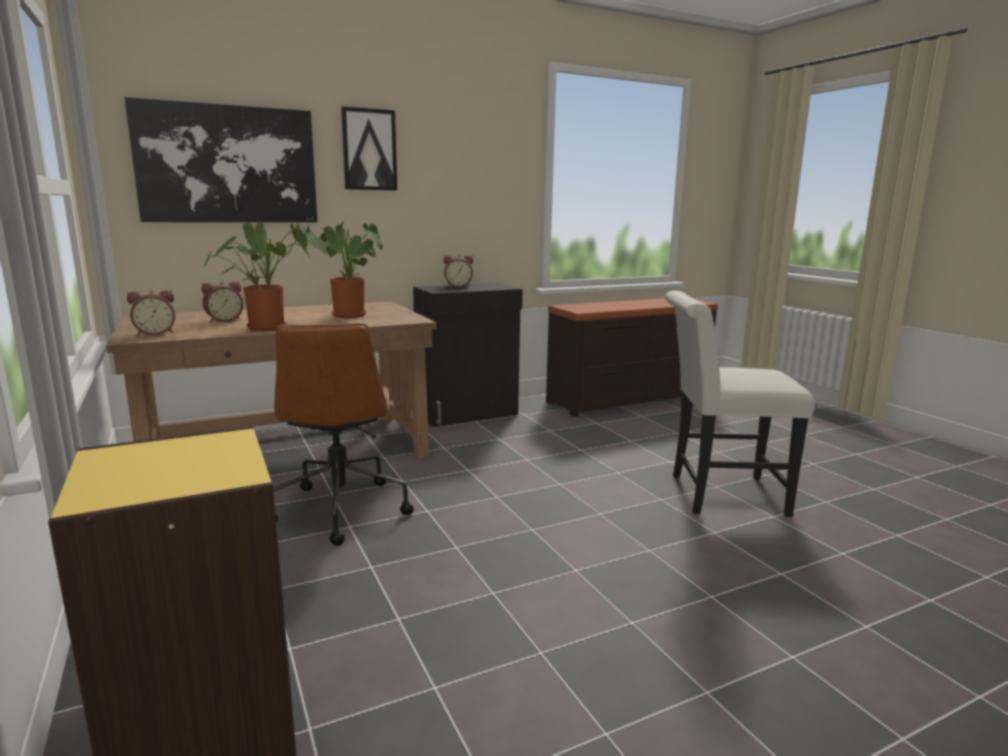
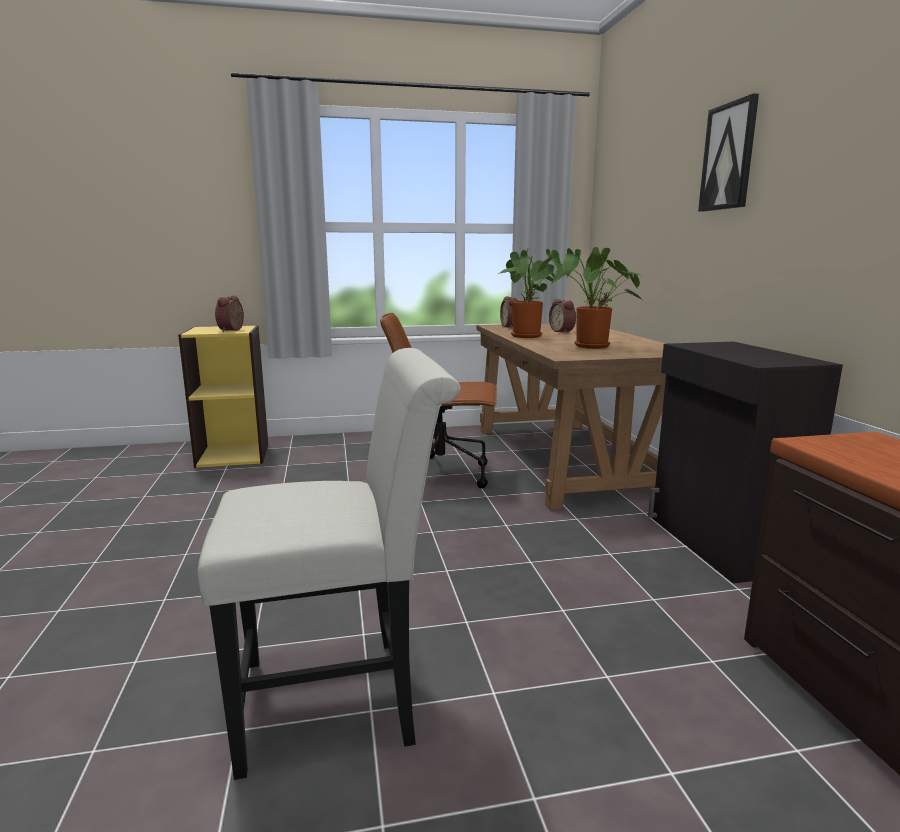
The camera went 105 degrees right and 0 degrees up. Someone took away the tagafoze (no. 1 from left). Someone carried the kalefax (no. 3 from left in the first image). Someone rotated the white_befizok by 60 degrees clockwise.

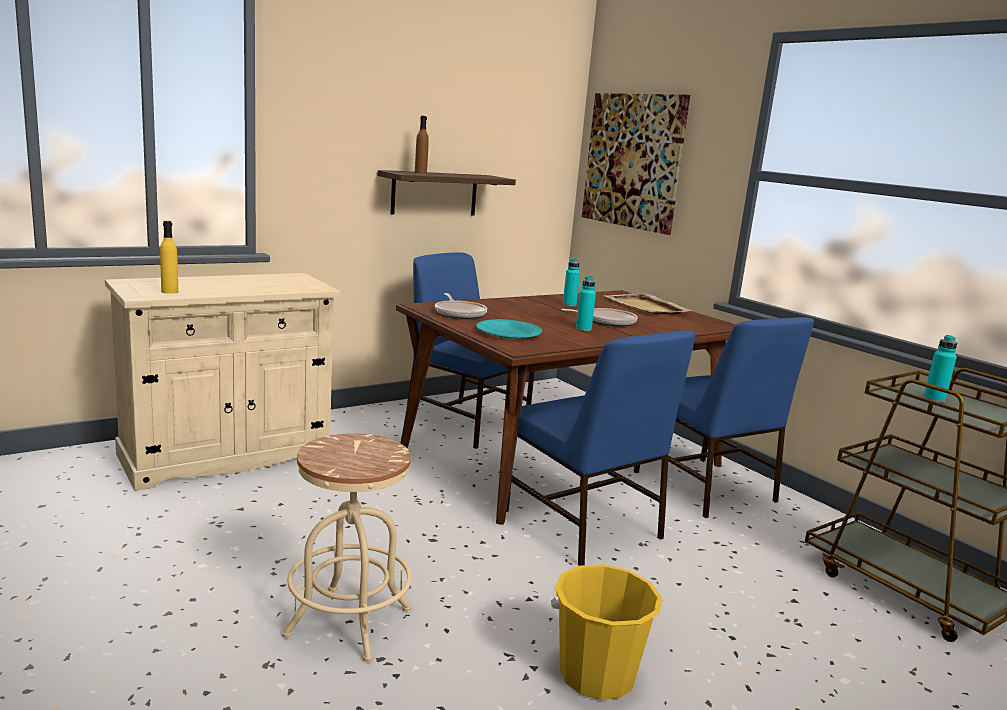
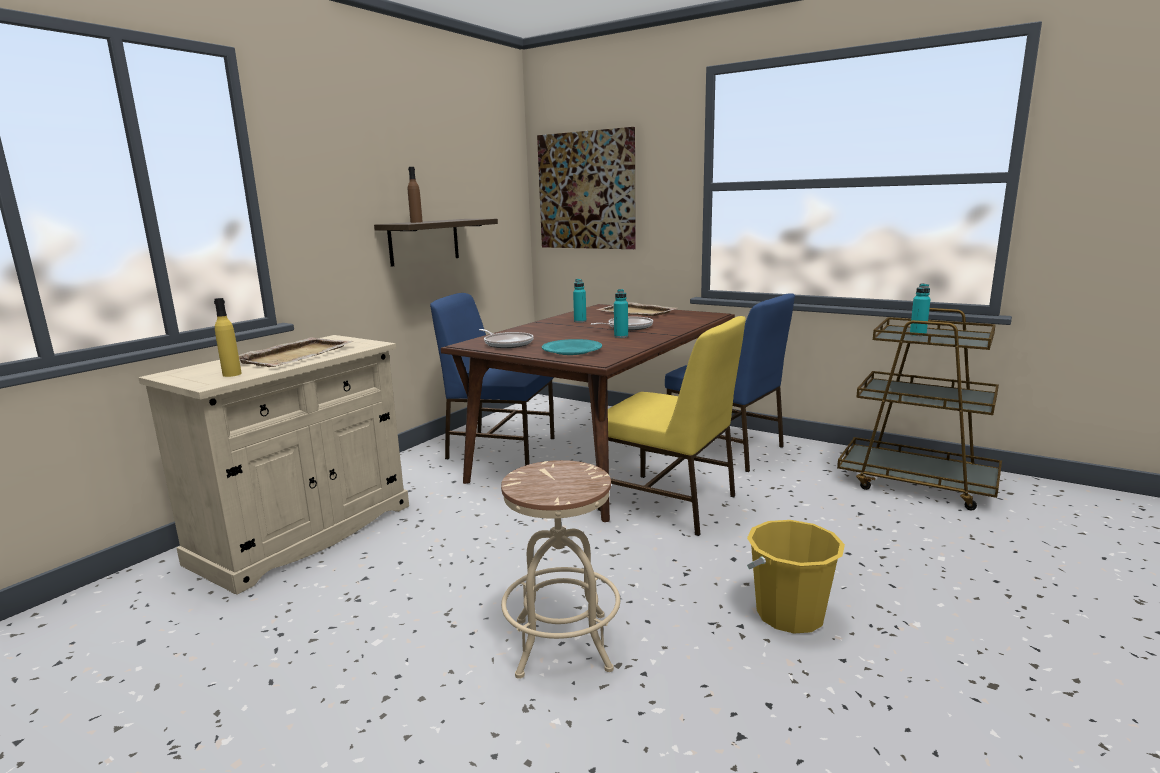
The camera went 20 degrees left and 0 degrees up. Someone repainted the blue_befizok (no. 2 from left), which became the yellow_befizok. Someone put down the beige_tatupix (no. 1 from left).

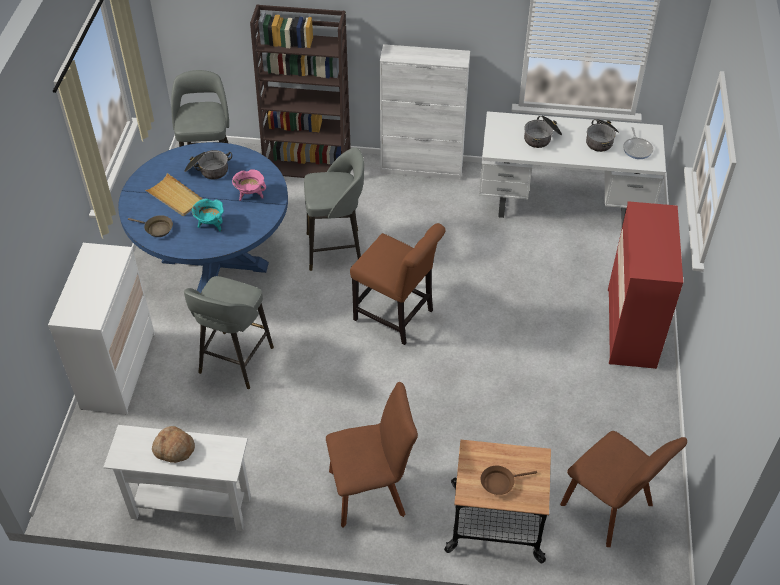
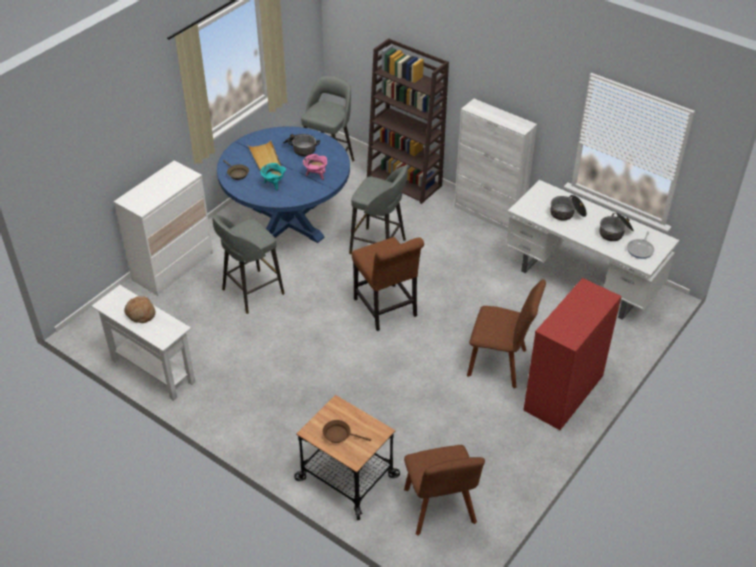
The camera went 30 degrees right and 5 degrees down. Someone carried the brown_befizok (no. 1 from left in the first image).

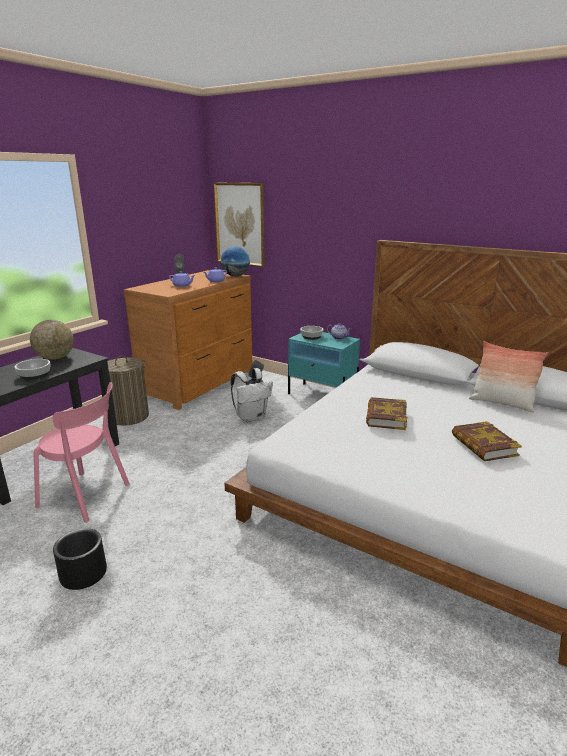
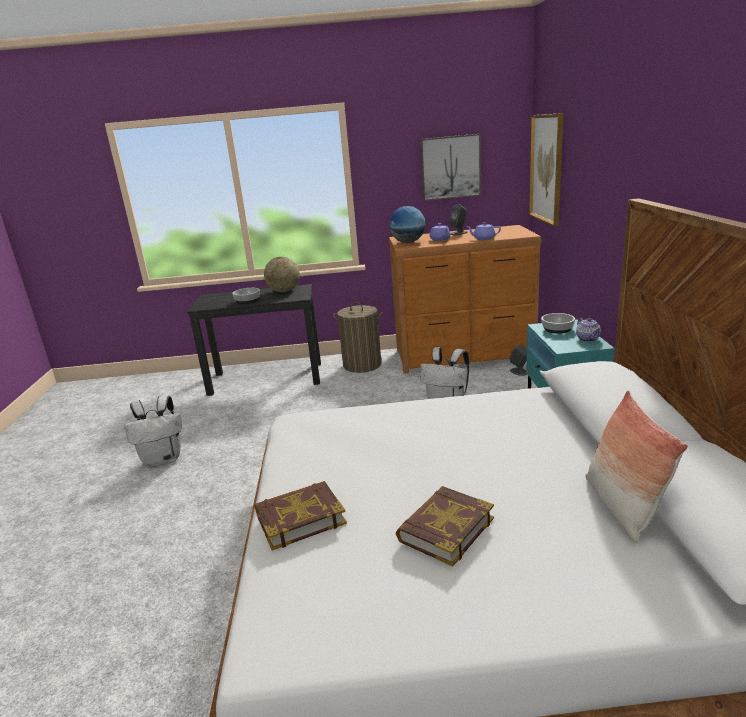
The camera went 55 degrees right and 0 degrees up. Someone took away the pink_befizok. Someone swapped the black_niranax for the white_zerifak (no. 1 from left). Someone carried the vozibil (no. 2 from left). Someone carried the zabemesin (no. 1 from left). Someone put up the tagafoze (no. 1 from left).

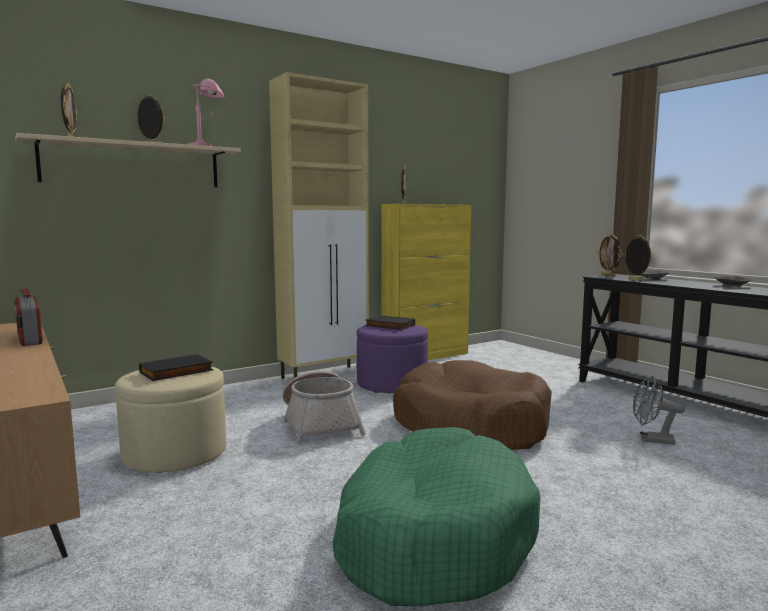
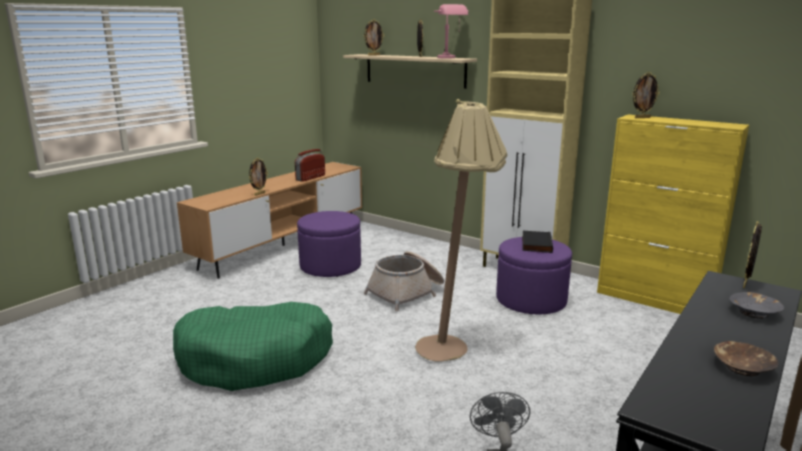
The camera went 70 degrees right and 10 degrees up. Someone repainted the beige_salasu, which became the purple_salasu (no. 1 from left). Someone took away the black_zabemesin (no. 1 from left). Someone swapped the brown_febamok for the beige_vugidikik. Someone carried the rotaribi (no. 5 from left in the first image).

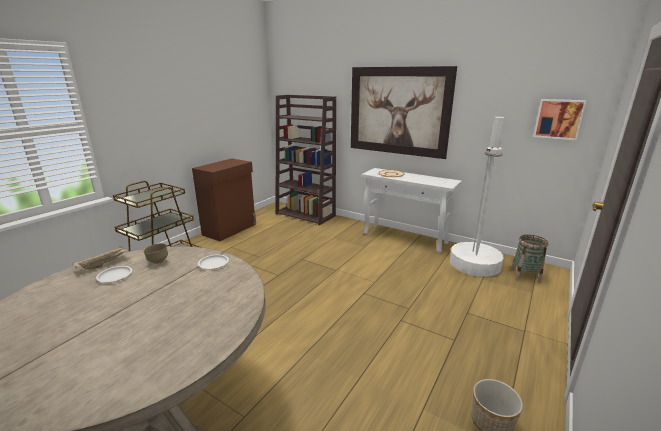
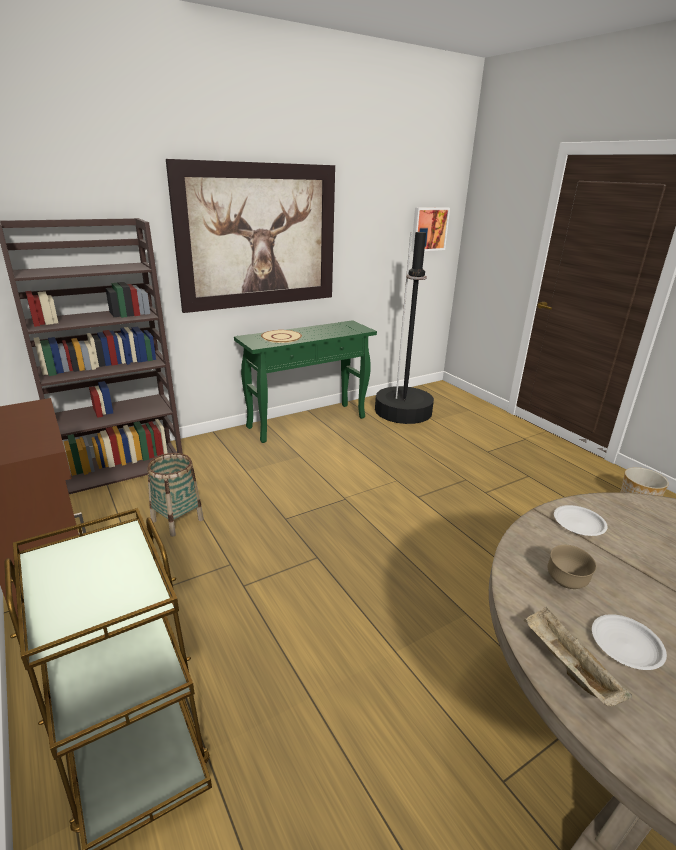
The camera went 65 degrees left and 5 degrees up. Someone repainted the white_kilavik, which became the green_kilavik. Someone repainted the white_vugidikik, which became the black_vugidikik. Someone carried the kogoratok.

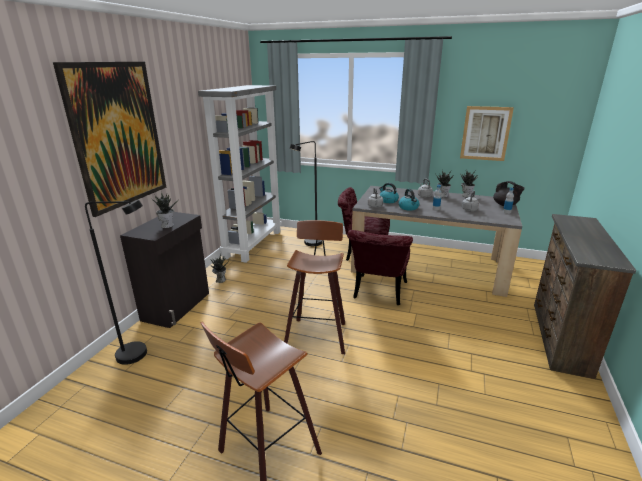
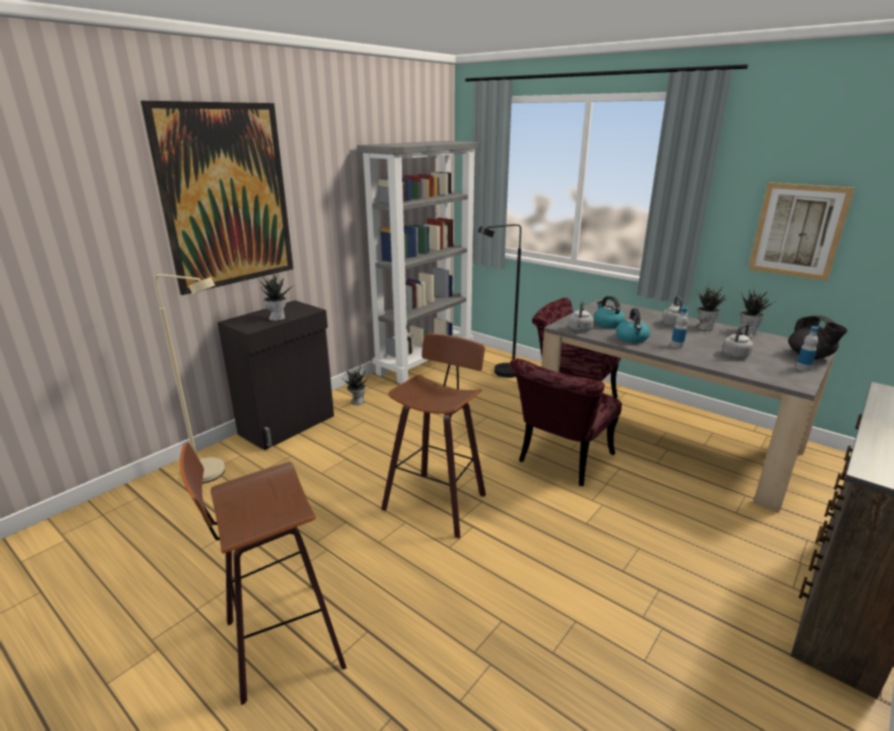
The camera went 20 degrees right and 0 degrees up. Someone repainted the black_vugidikik (no. 1 from left), which became the beige_vugidikik.

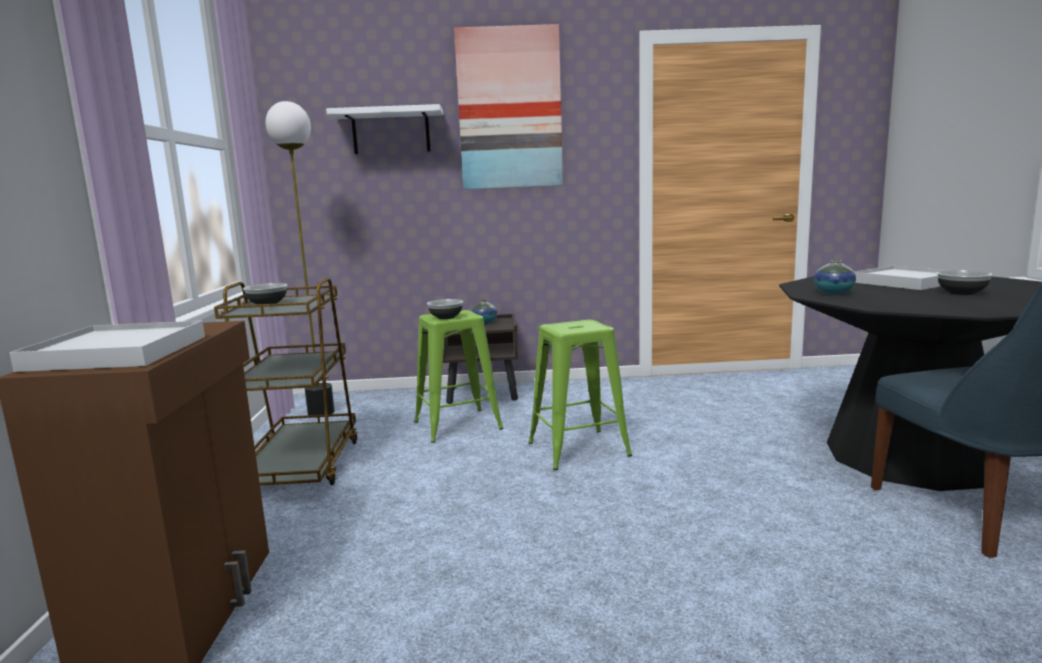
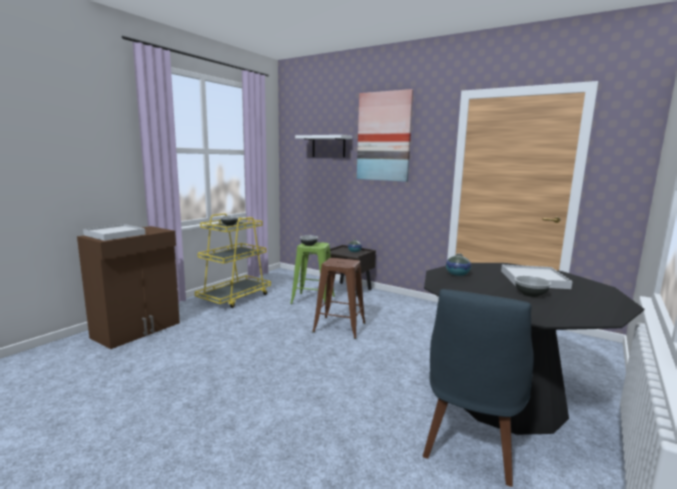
The camera went 35 degrees right and 0 degrees up. Someone repainted the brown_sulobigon, which became the yellow_sulobigon. Someone took away the vugidikik. Someone repainted the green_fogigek (no. 2 from left), which became the brown_fogigek.

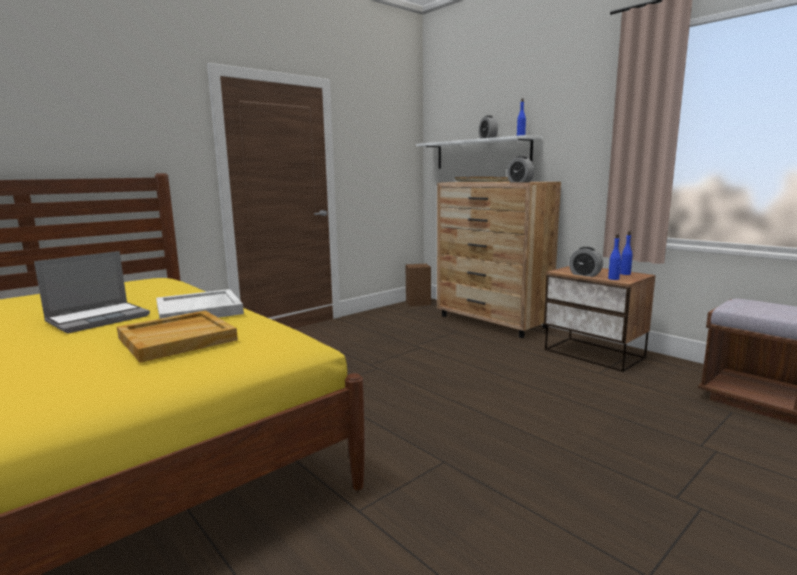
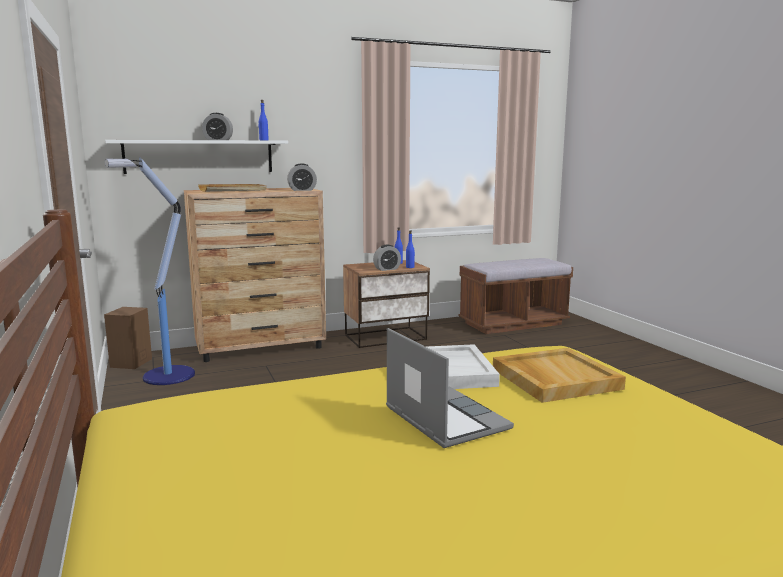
The camera went 70 degrees left and 0 degrees up. Someone put down the vugidikik.

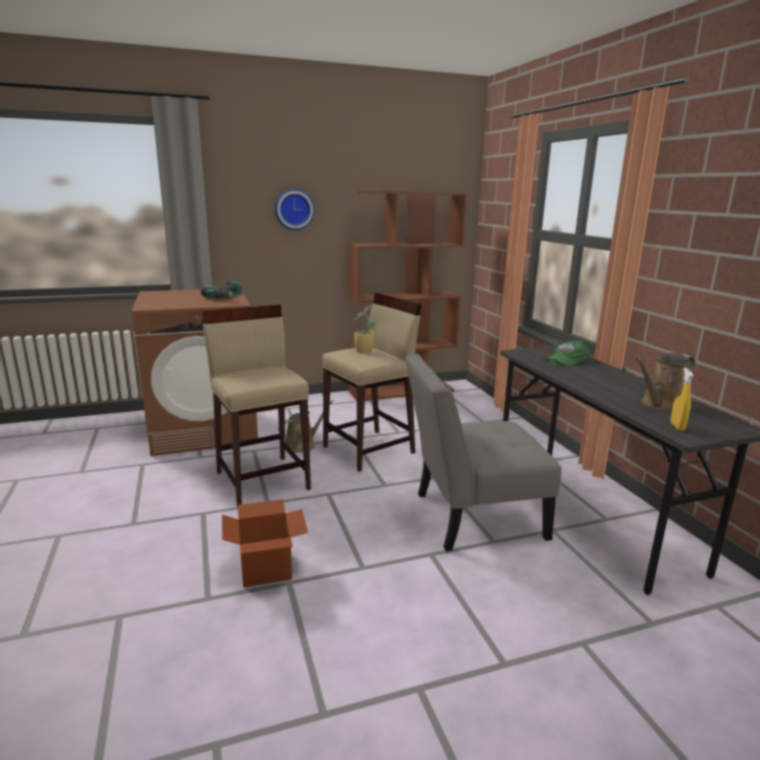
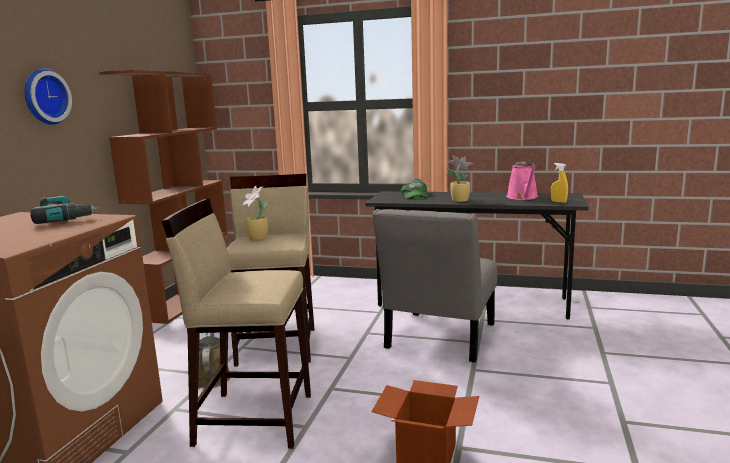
The camera went 55 degrees left and 5 degrees down. Someone repainted the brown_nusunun (no. 2 from left), which became the pink_nusunun. Someone put down the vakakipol (no. 2 from left).

